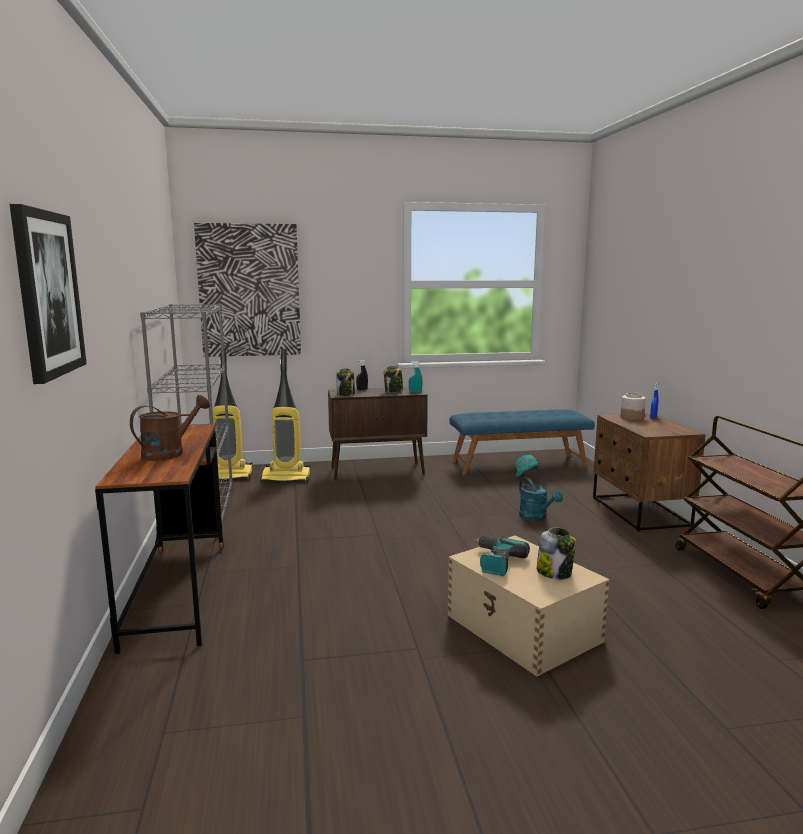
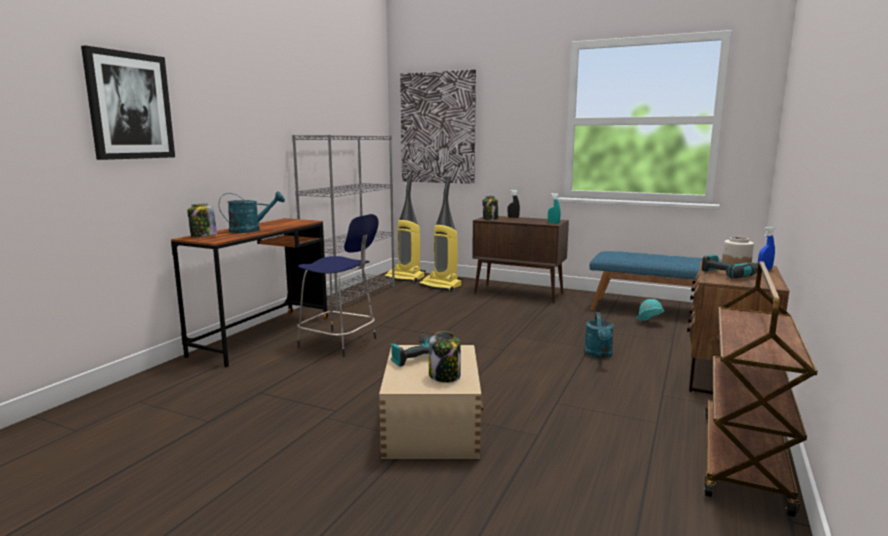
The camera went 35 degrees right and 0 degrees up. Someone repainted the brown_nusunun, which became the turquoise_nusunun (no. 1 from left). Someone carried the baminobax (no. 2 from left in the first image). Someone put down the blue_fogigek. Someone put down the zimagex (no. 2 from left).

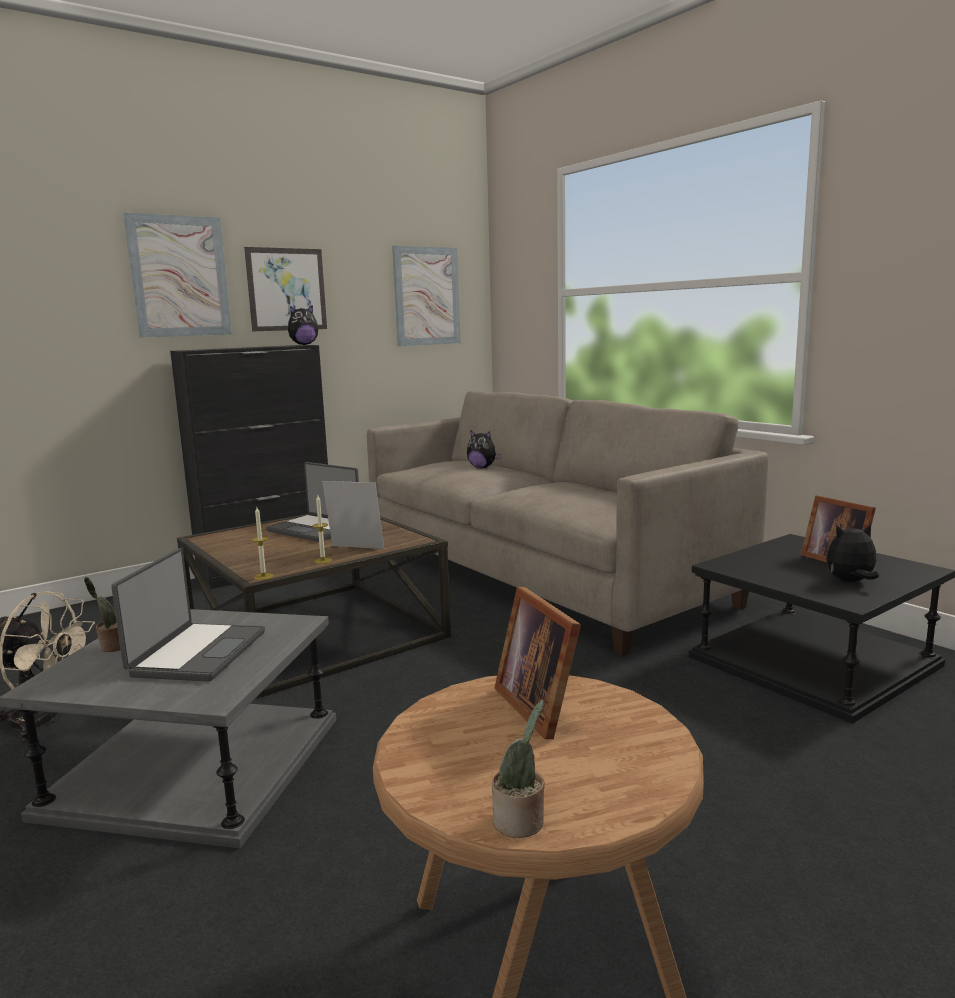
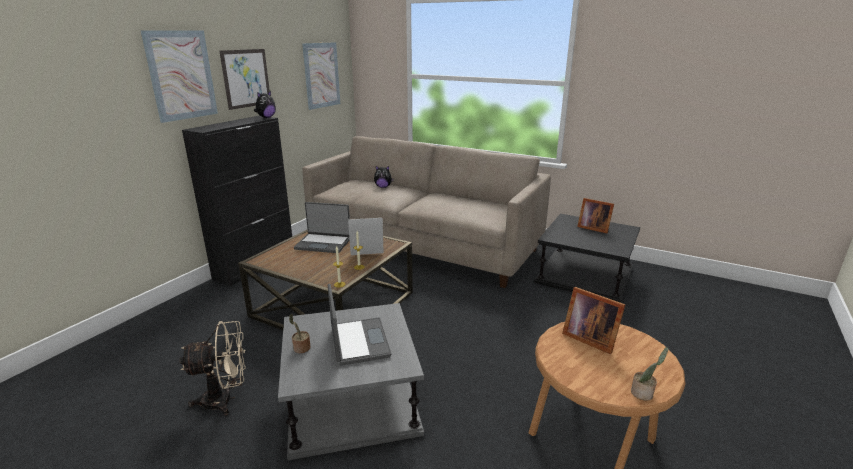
The camera went 25 degrees left and 10 degrees up. Someone took away the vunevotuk (no. 3 from left).

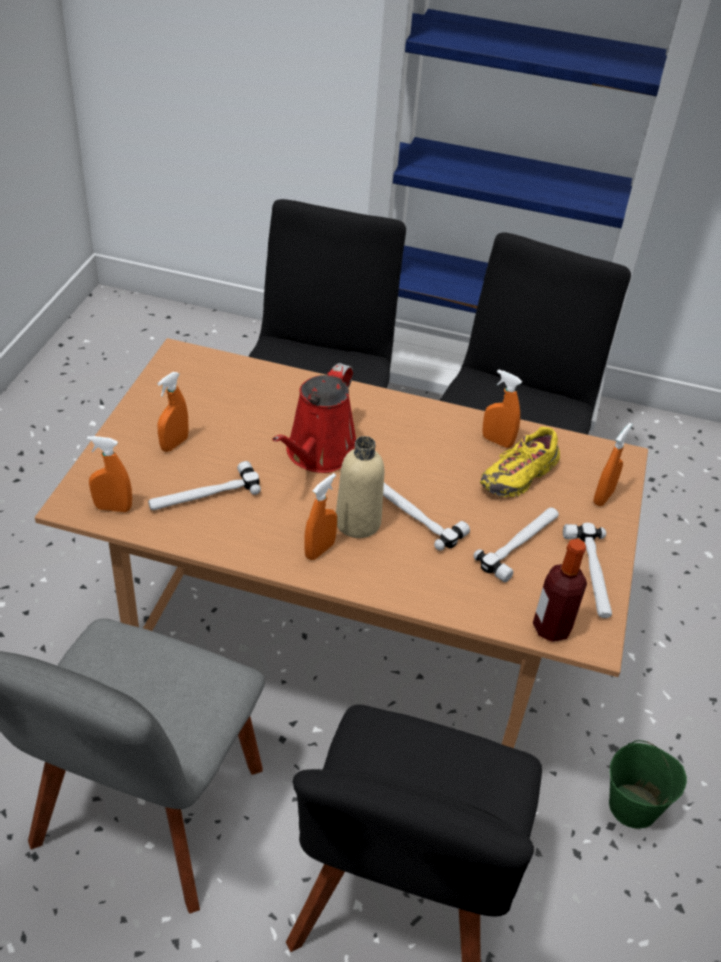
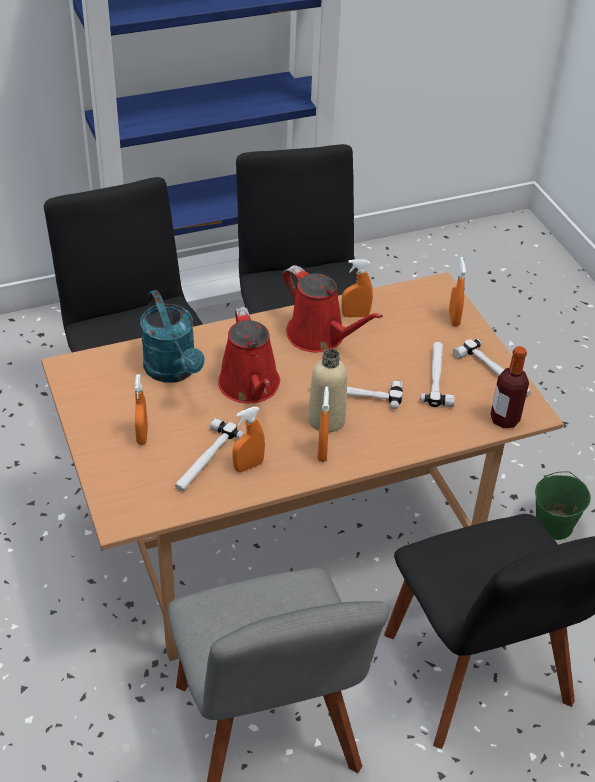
The camera went 35 degrees left and 0 degrees up. Someone carried the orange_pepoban (no. 1 from left in the first image). Someone took away the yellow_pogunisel. Someone put down the turquoise_nusunun. Someone put down the red_nusunun (no. 2 from left).

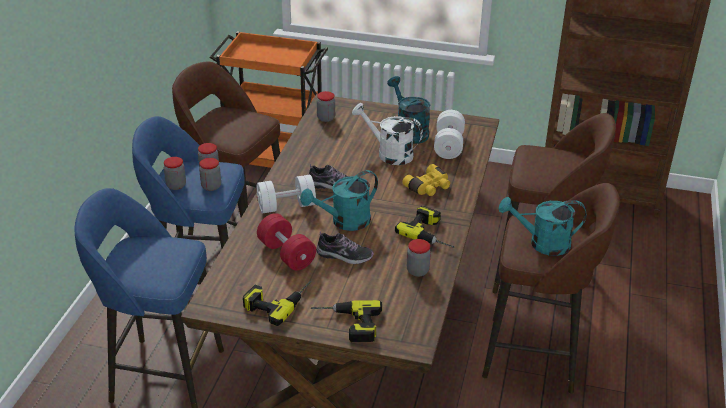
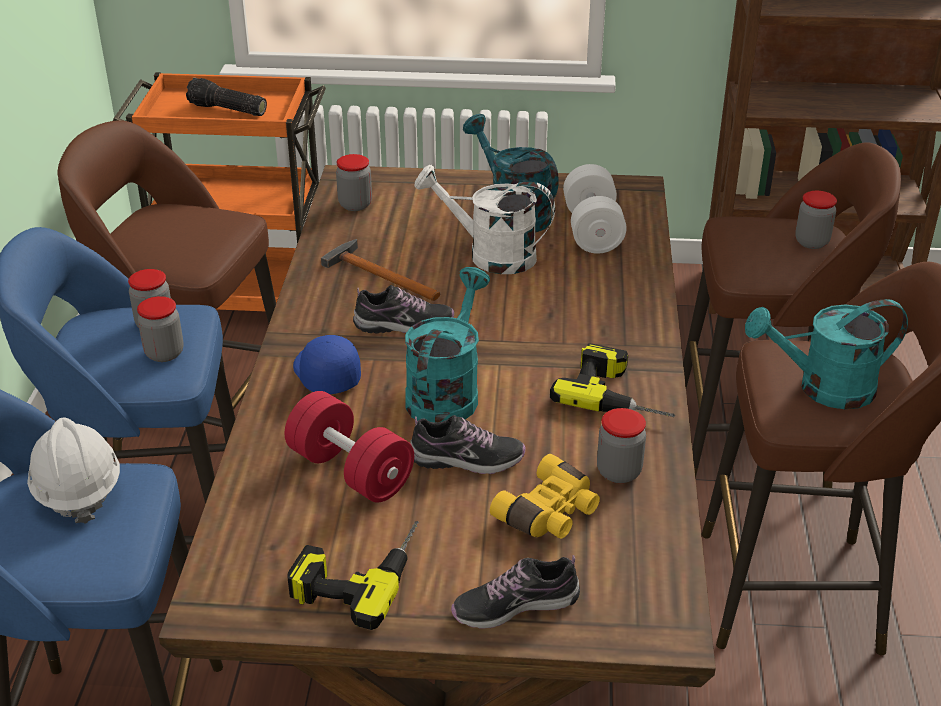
The camera went 10 degrees left and 0 degrees up. Someone carried the baminobax (no. 1 from left in the first image). Someone swapped the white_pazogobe (no. 1 from left) for the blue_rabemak. Someone rotated the turquoise_nusunun (no. 1 from left) by 150 degrees clockwise. Someone swapped the zimagex (no. 2 from left) for the pogunisel (no. 3 from left). Someone carried the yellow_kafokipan. Someone put down the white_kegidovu. Someone put down the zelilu. Someone put down the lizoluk.

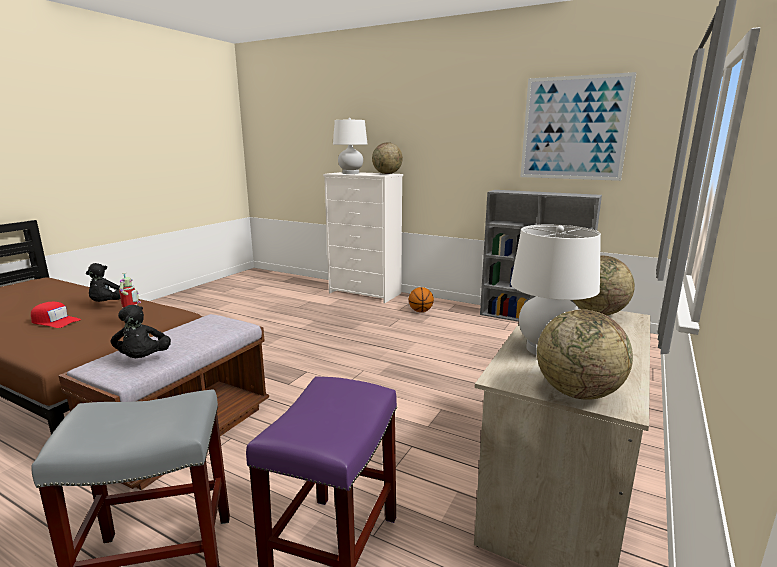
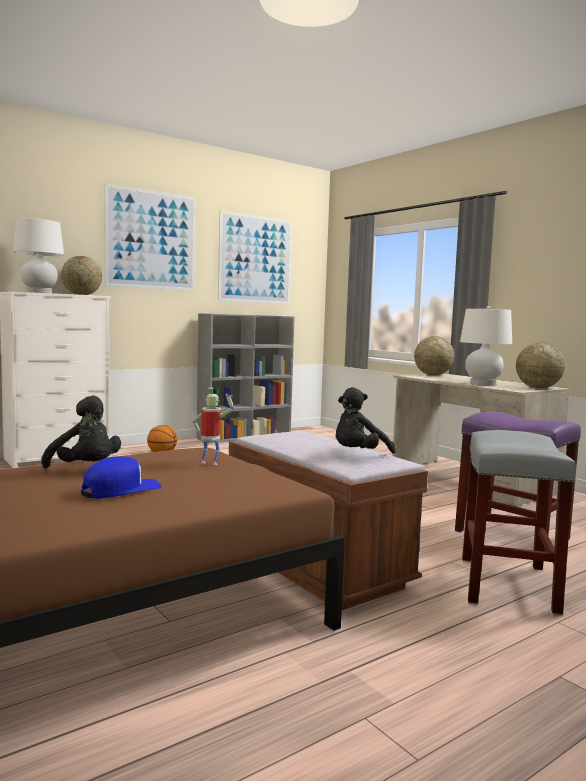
The camera went 65 degrees left and 10 degrees down. Someone repainted the red_rabemak, which became the blue_rabemak. Someone rotated the black_vunevotuk (no. 2 from left) by 135 degrees clockwise. Someone put up the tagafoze (no. 1 from left).

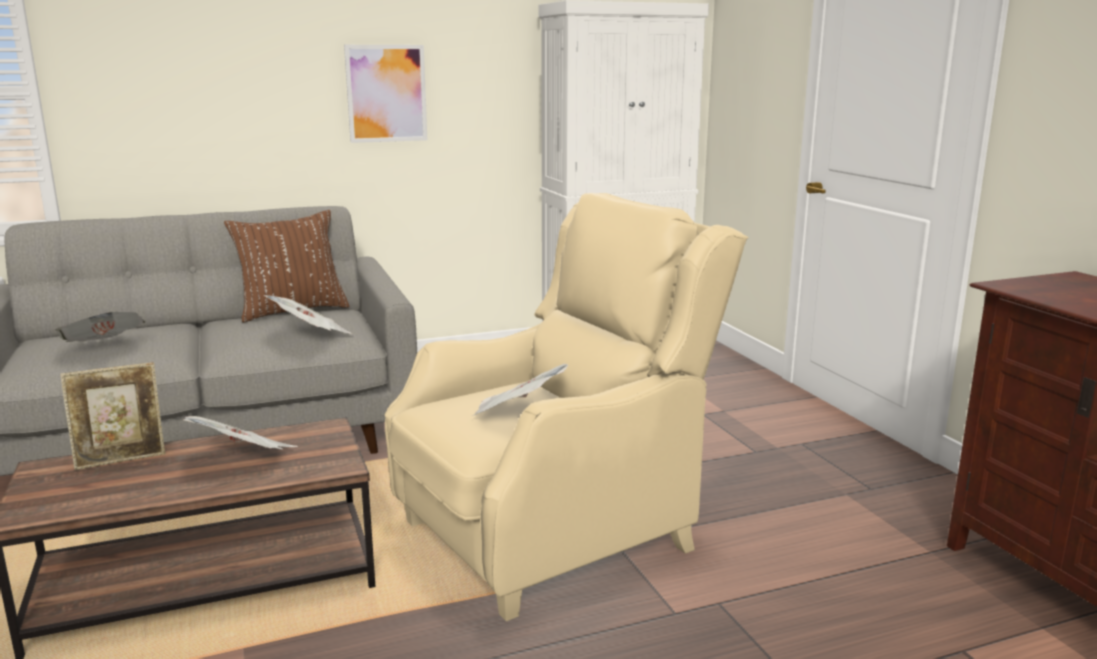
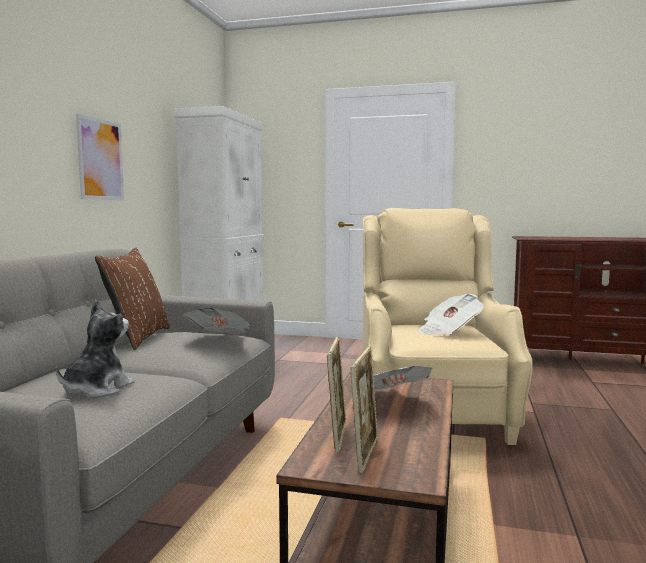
The camera went 55 degrees left and 10 degrees down. Someone swapped the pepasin (no. 1 from left) for the vunevotuk. Someone put down the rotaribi (no. 2 from left).

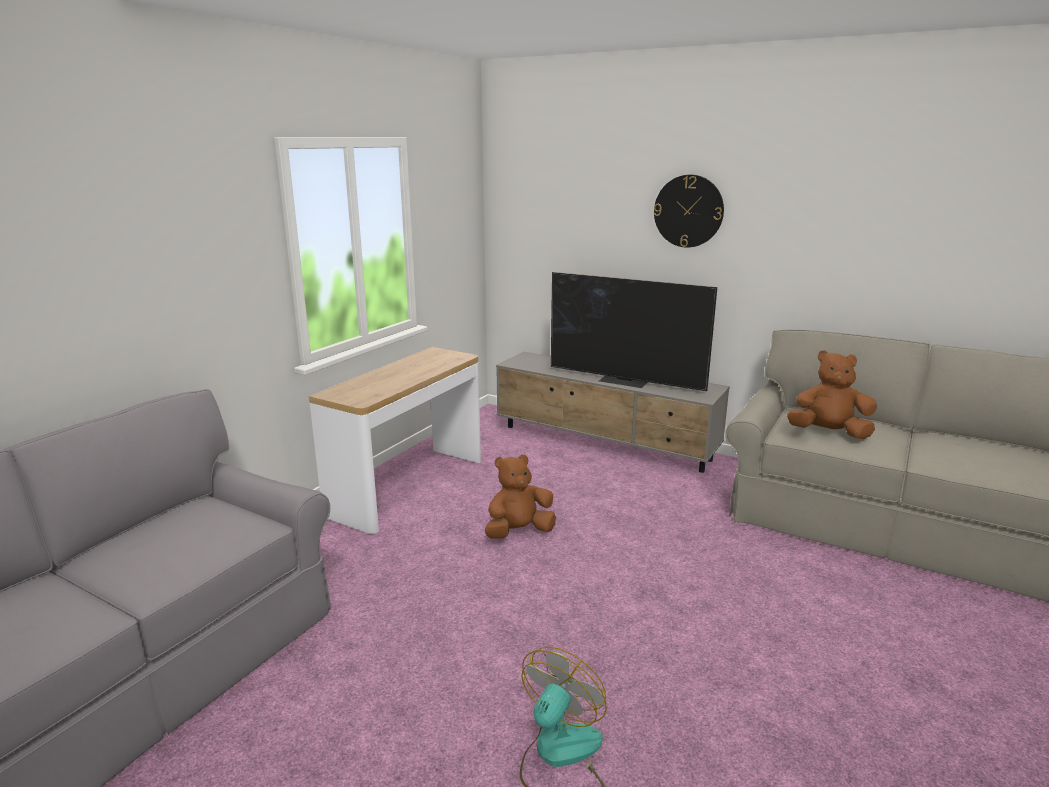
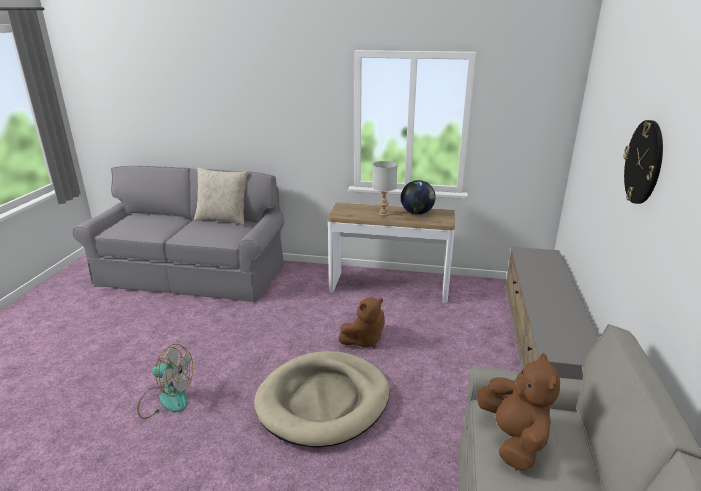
The camera went 70 degrees right and 5 degrees up. Someone rotated the brown_vunevotuk (no. 1 from left) by 105 degrees clockwise. Someone took away the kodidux. Someone put down the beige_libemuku. Someone put down the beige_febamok. Someone put down the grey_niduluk. Someone put down the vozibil.

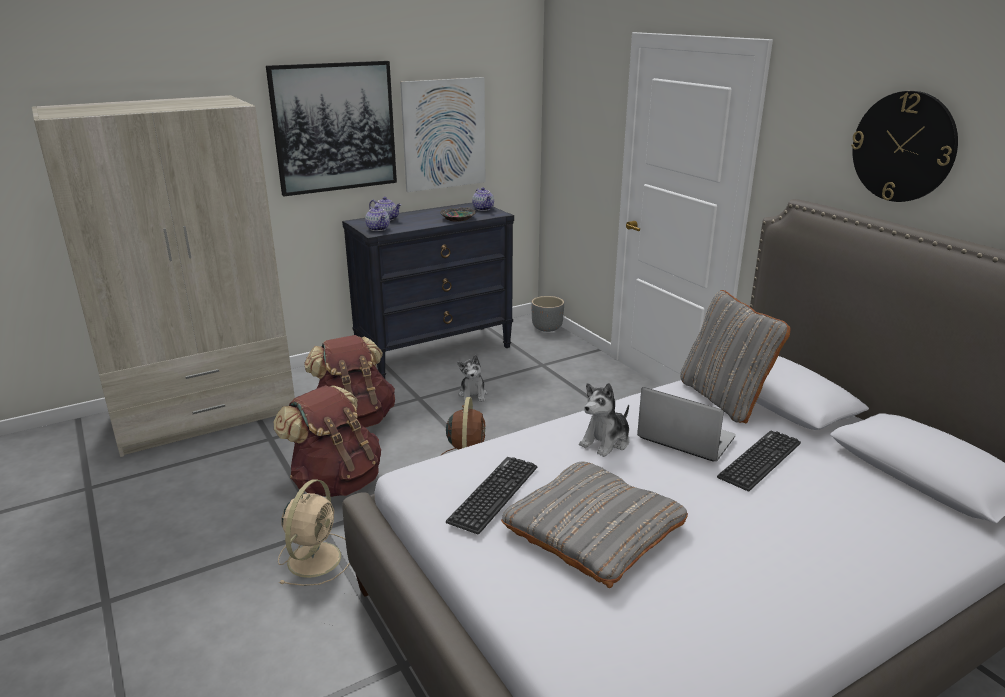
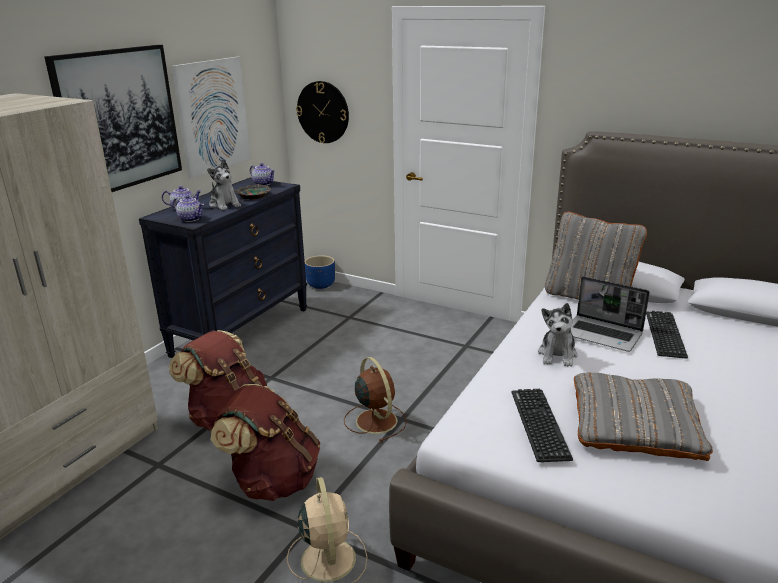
The camera went 30 degrees left and 0 degrees up. Someone carried the vunevotuk (no. 1 from left). Someone repainted the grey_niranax, which became the blue_niranax. Someone rotated the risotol by 150 degrees counterclockwise. Someone carried the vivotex.

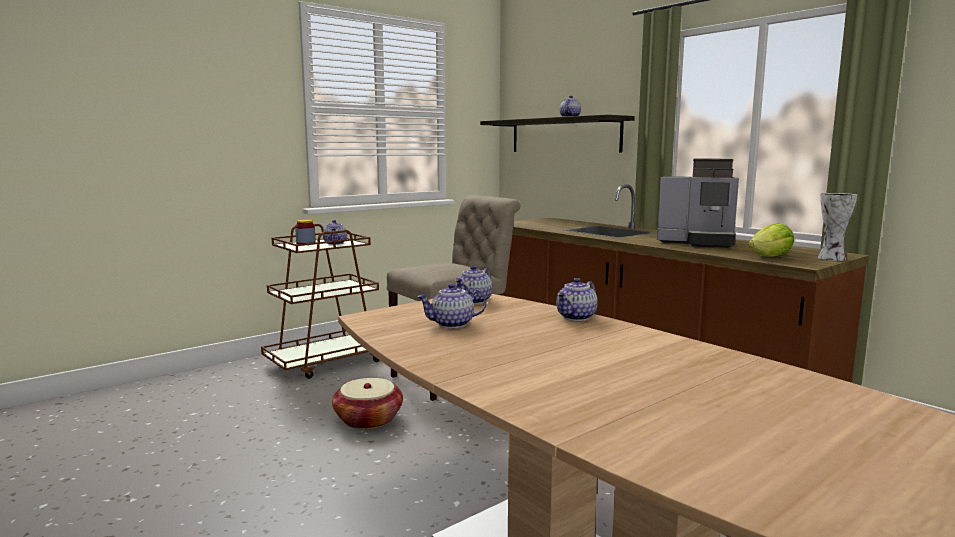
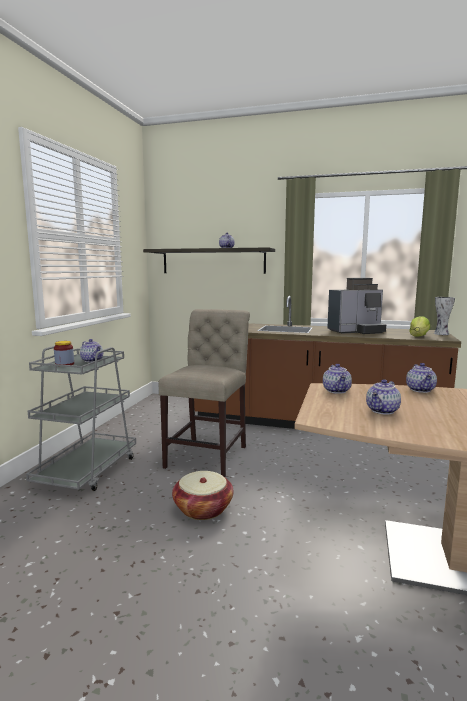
The camera went 35 degrees left and 0 degrees up. Someone repainted the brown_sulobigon, which became the grey_sulobigon.

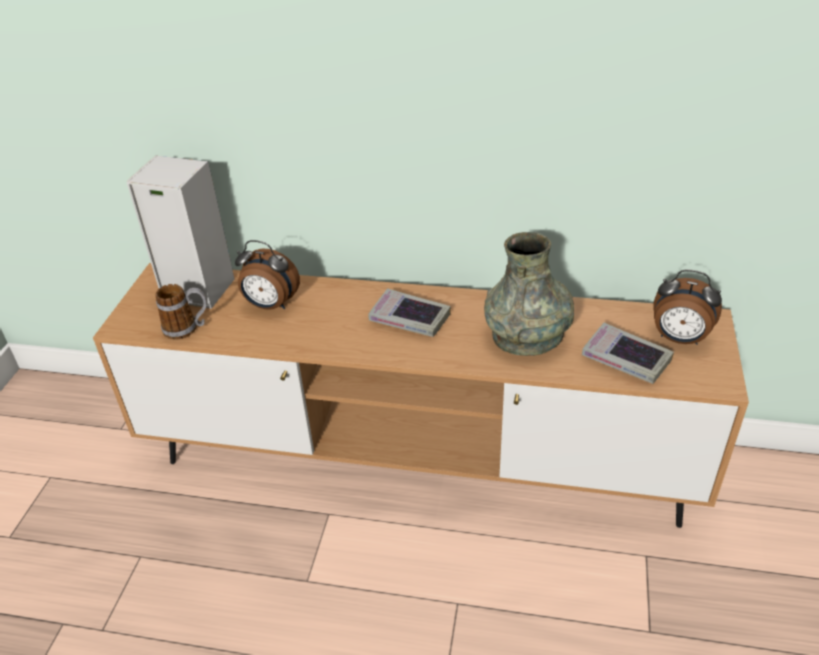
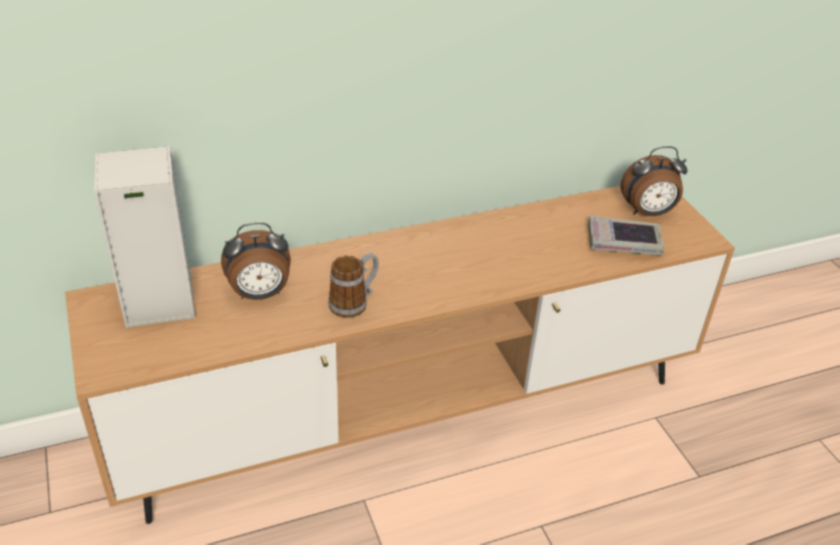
The camera went 35 degrees left and 0 degrees up. Someone carried the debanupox. Someone took away the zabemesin (no. 1 from left). Someone took away the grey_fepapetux.

